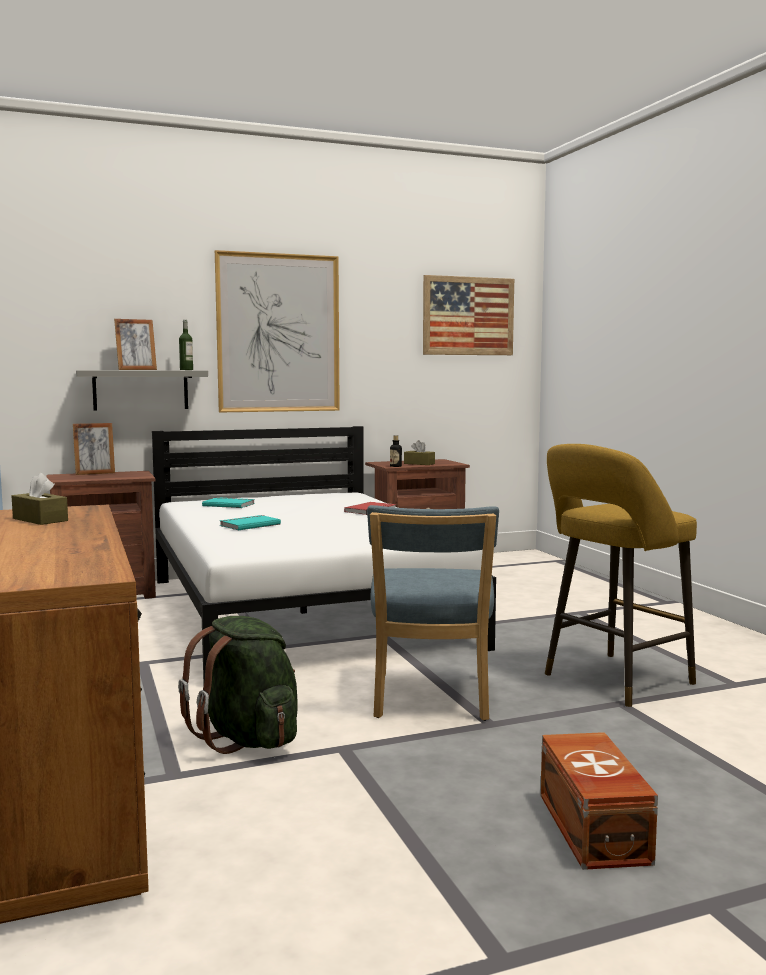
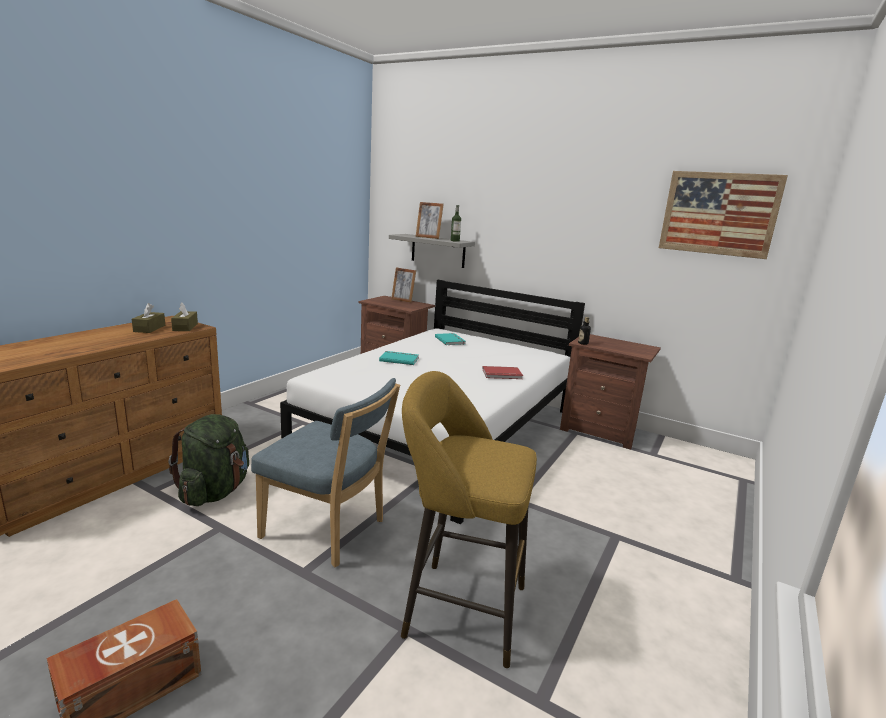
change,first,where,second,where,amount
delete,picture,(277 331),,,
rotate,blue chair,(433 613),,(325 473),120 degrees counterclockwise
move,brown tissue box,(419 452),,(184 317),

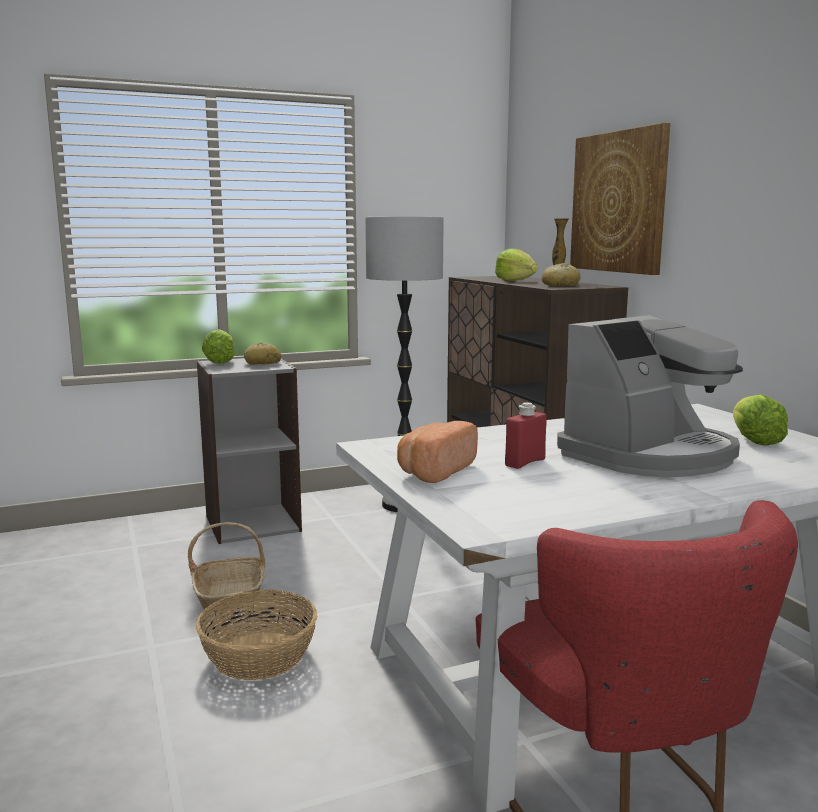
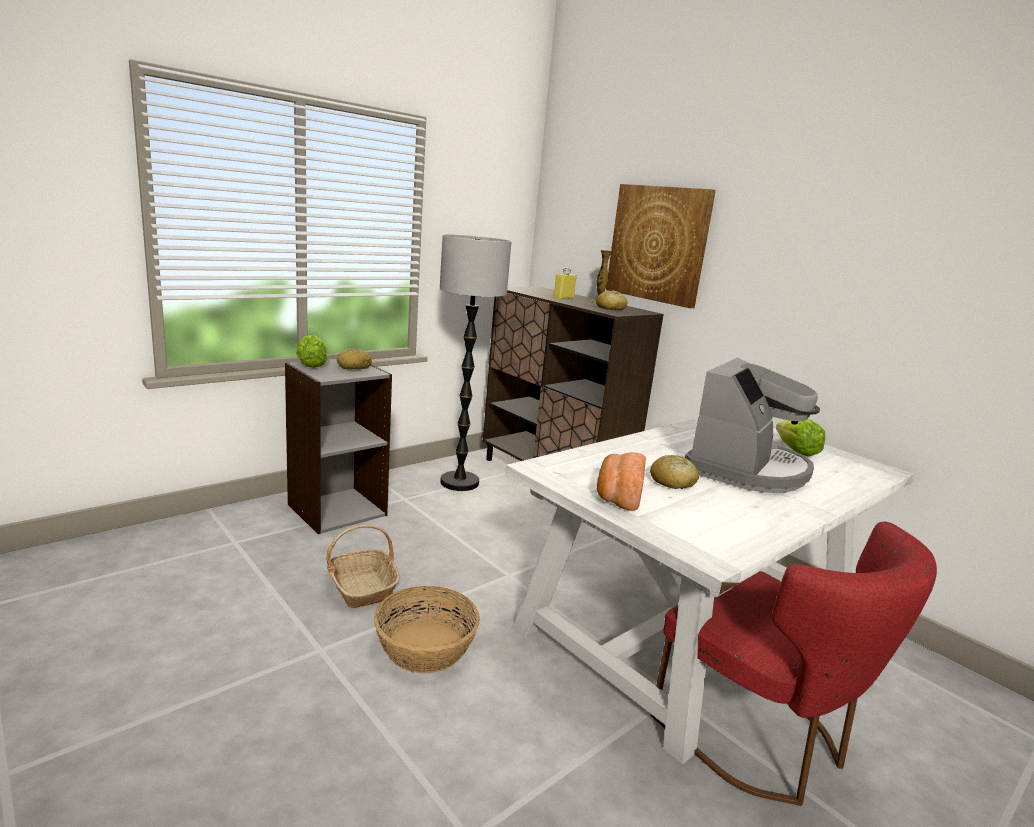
change,first,where,second,where,amount
replace,lettuce,(516 265),yellow bottle,(565 284),
replace,red bottle,(526 435),bread,(674 472),

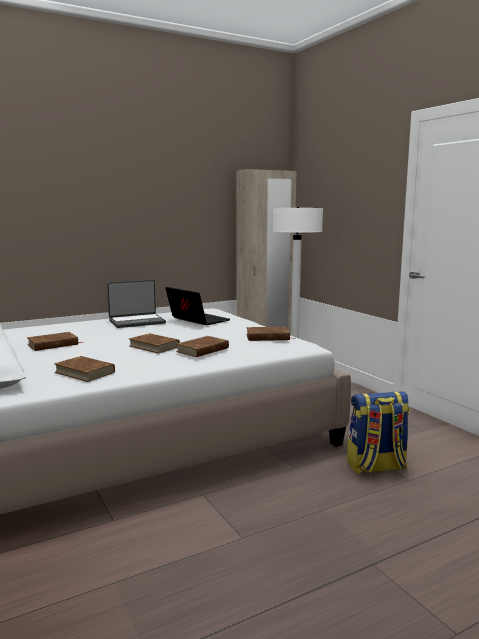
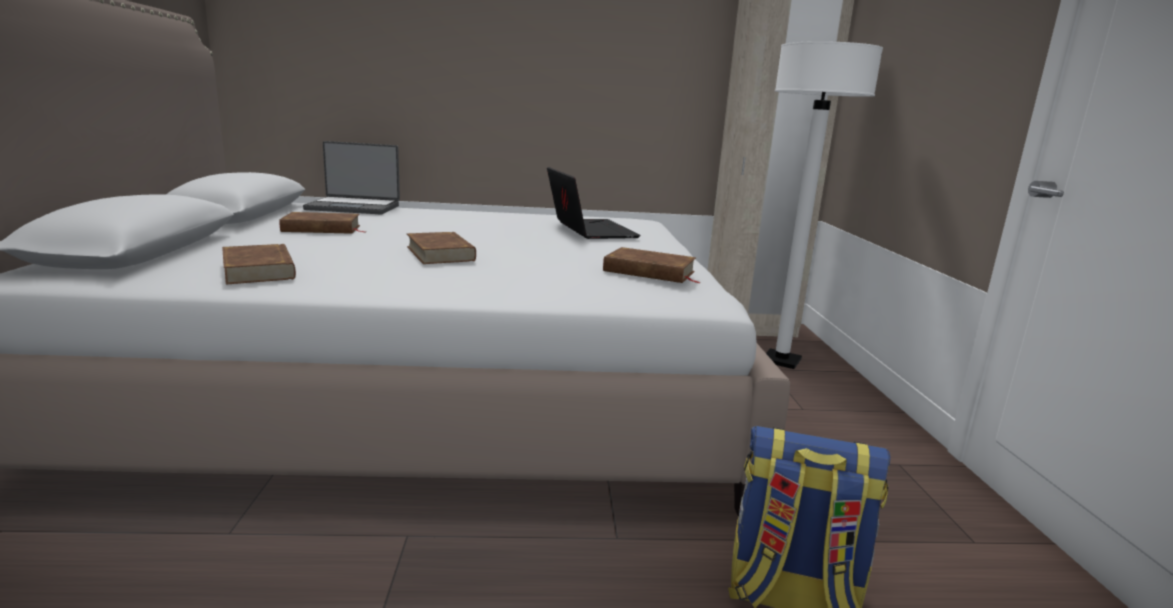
change,first,where,second,where,amount
move,laptop,(136 304),,(351 177),
delete,brown book,(202 346),,,

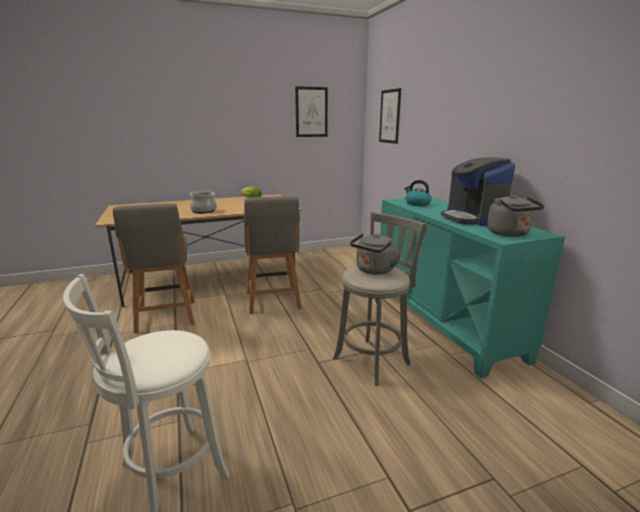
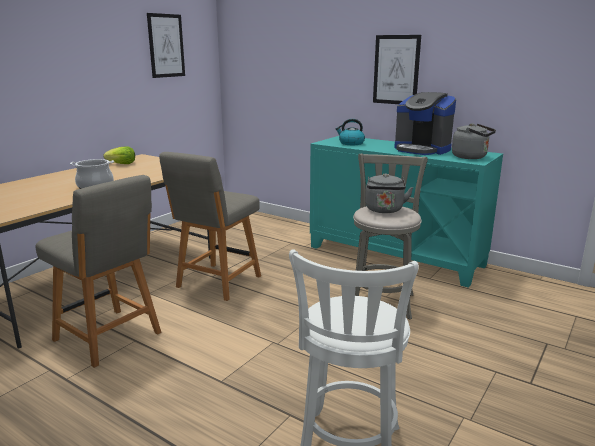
change,first,where,second,where,amount
rotate,grey chair,(273 255),,(210 226),75 degrees clockwise
move,picture,(390 116),,(397 69),

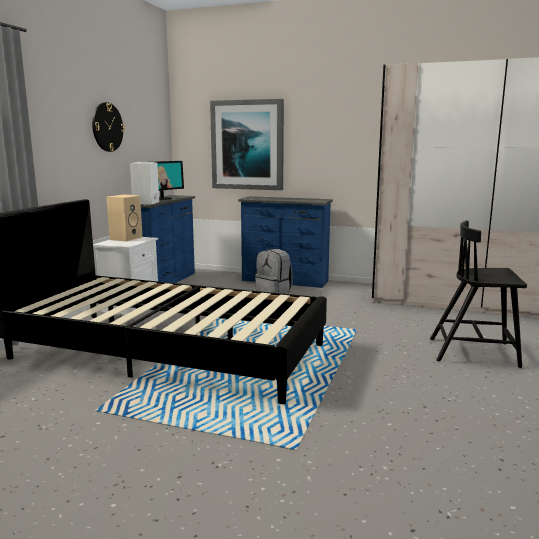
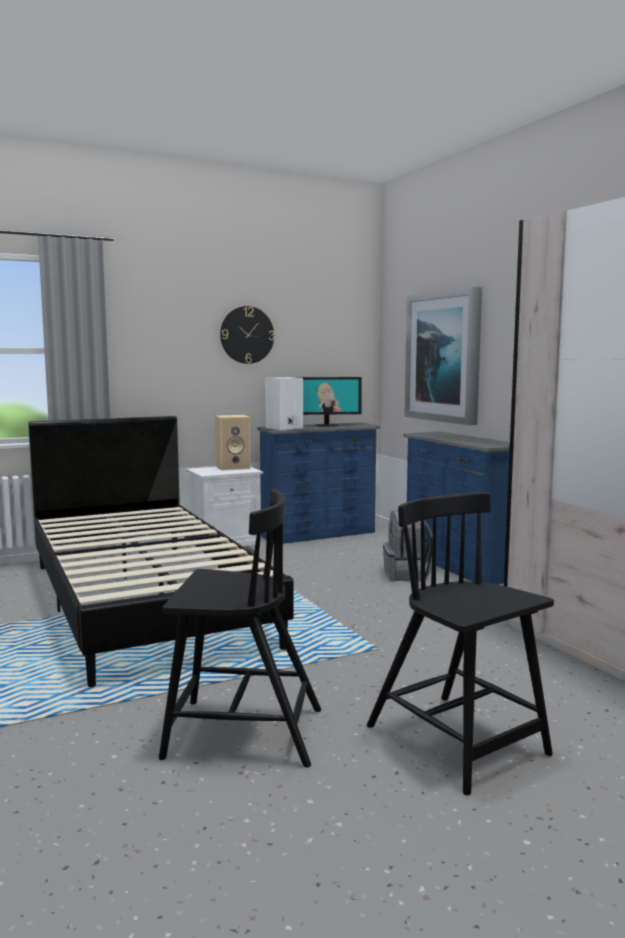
change,first,where,second,where,amount
insert,,,black chair,(240 628),

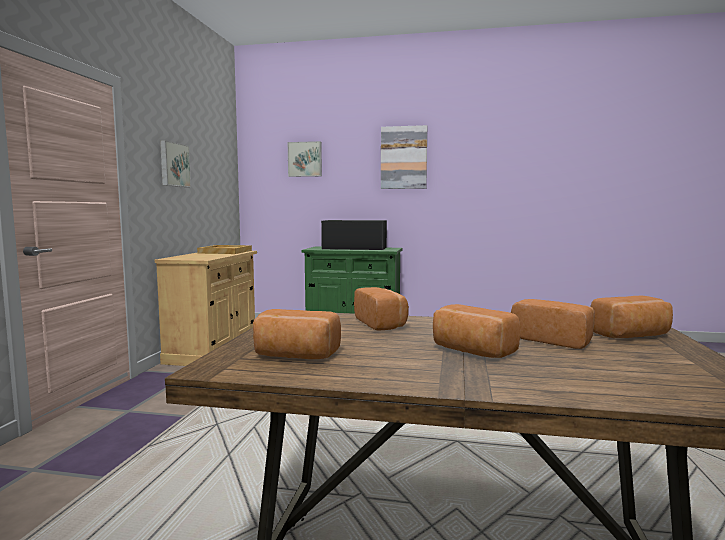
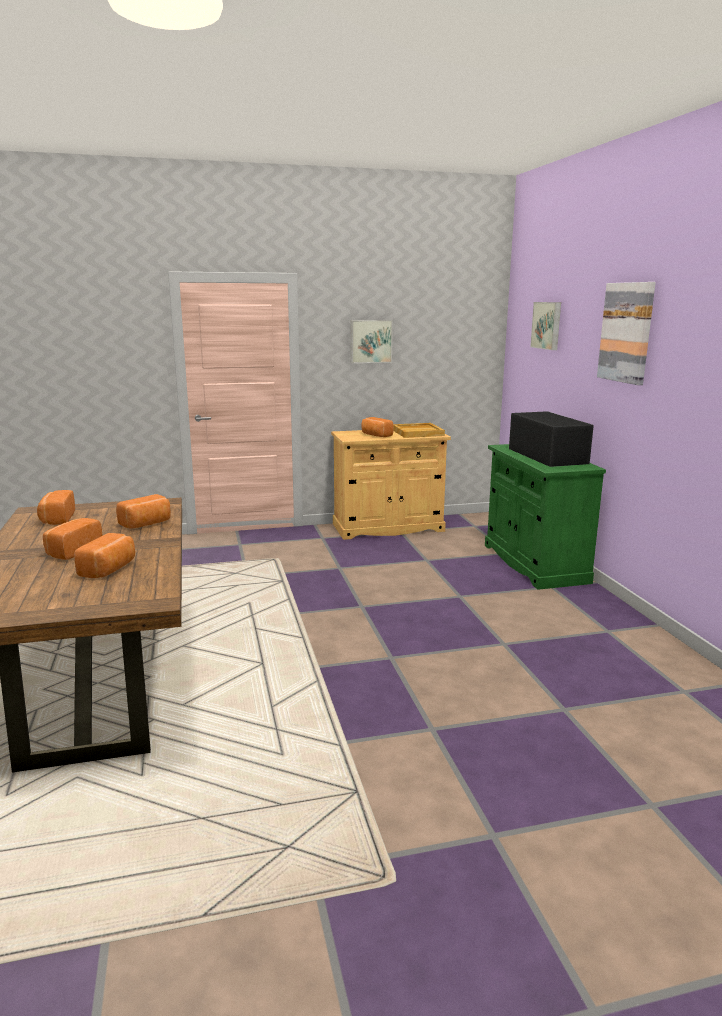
change,first,where,second,where,amount
move,bread,(632 316),,(378 427),

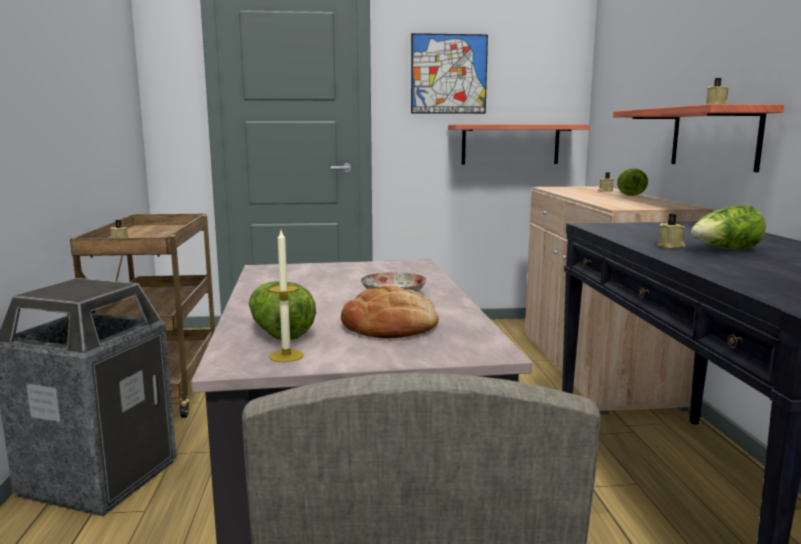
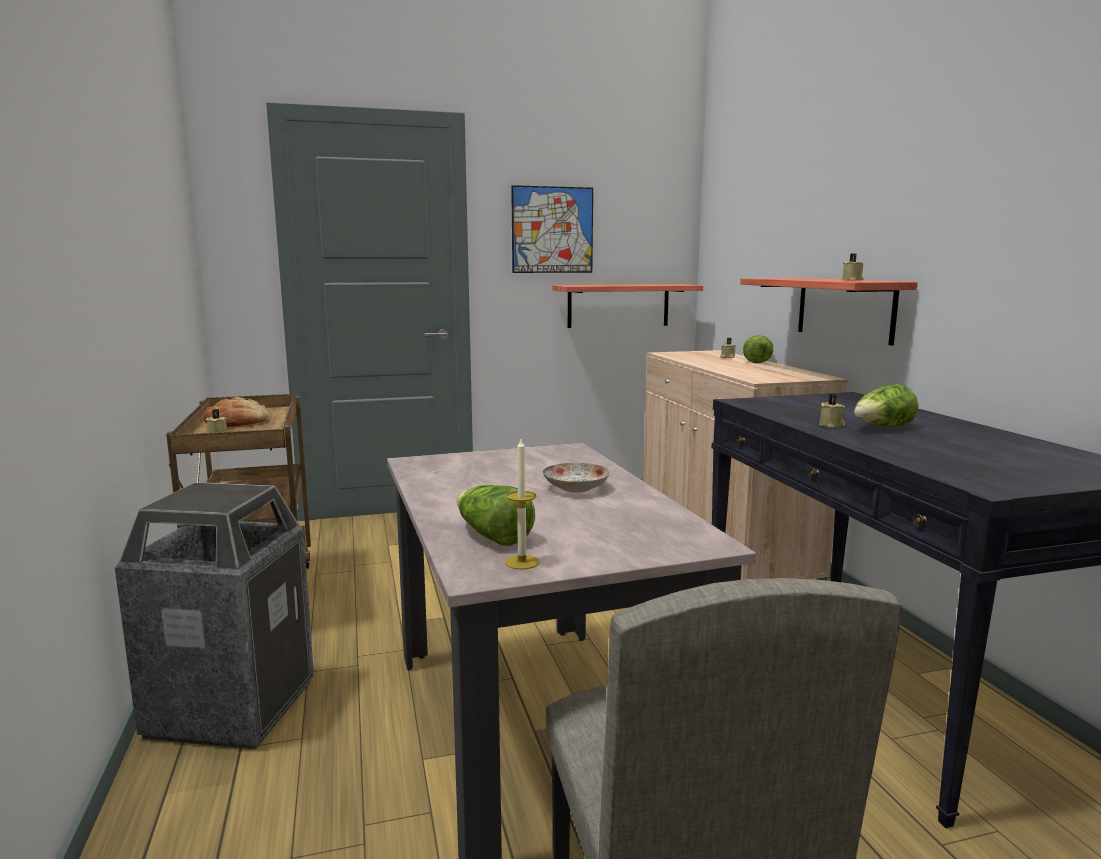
change,first,where,second,where,amount
move,bread,(390 312),,(236 412),

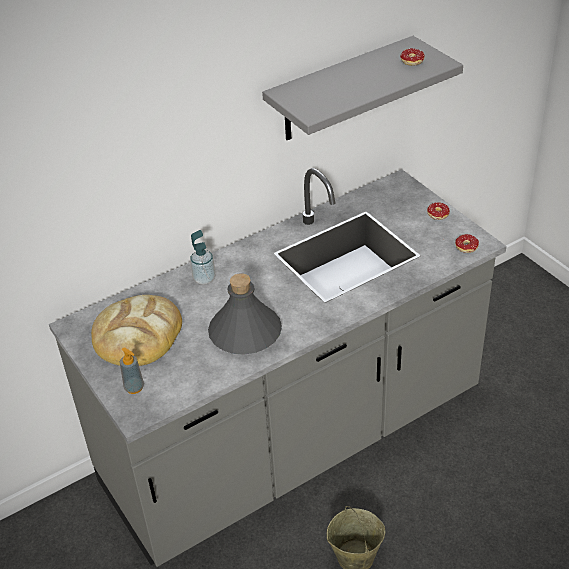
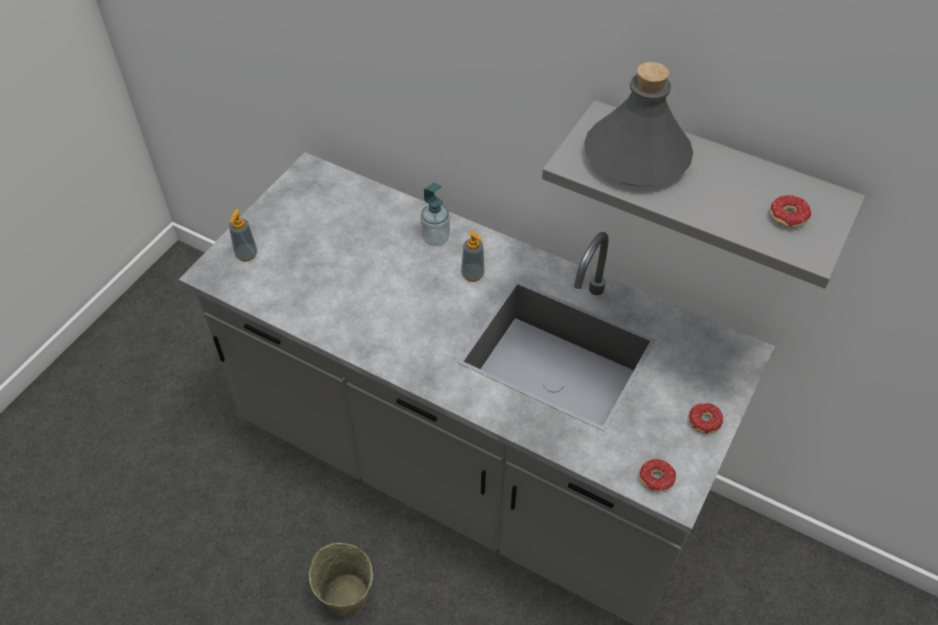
change,first,where,second,where,amount
delete,bread,(136 330),,,
move,grey bottle,(245 314),,(638 124),
insert,,,soap dispenser,(473 256),

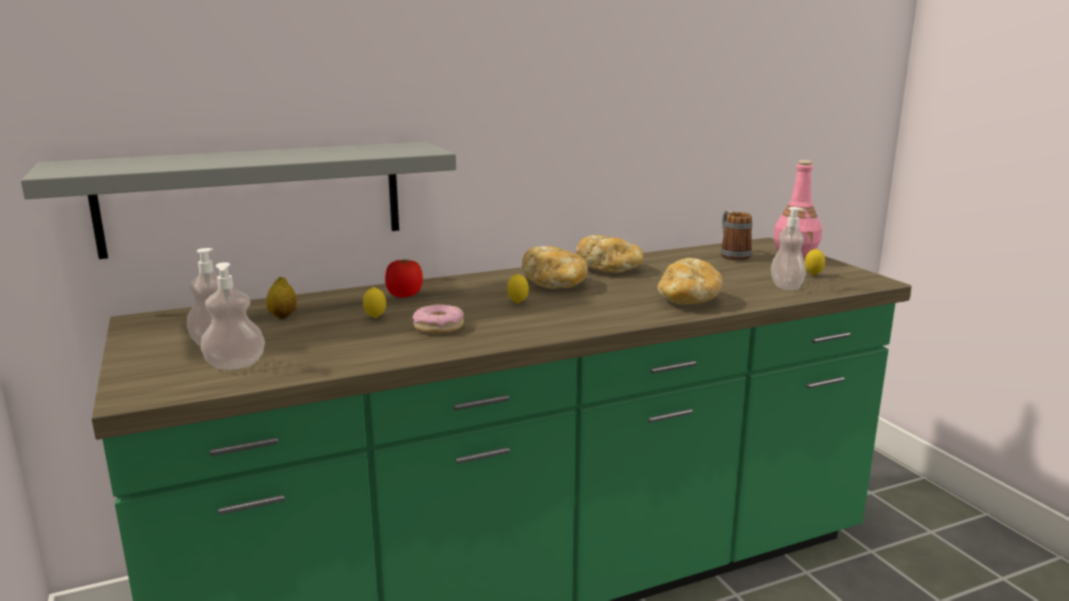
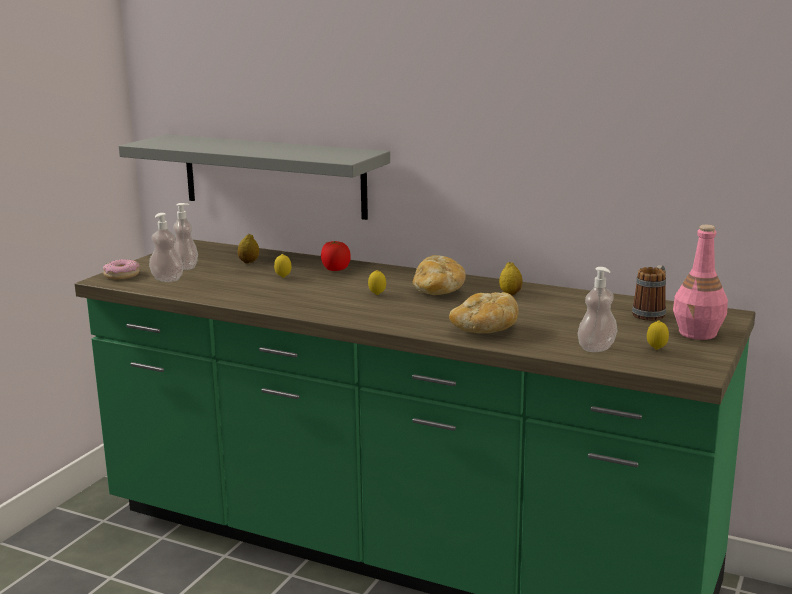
change,first,where,second,where,amount
move,donut,(438 319),,(121 269),
replace,bread,(610 254),lemon,(511 278),

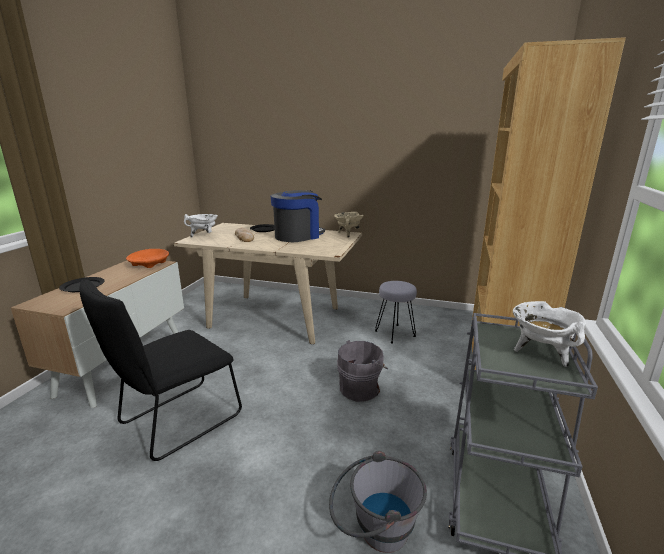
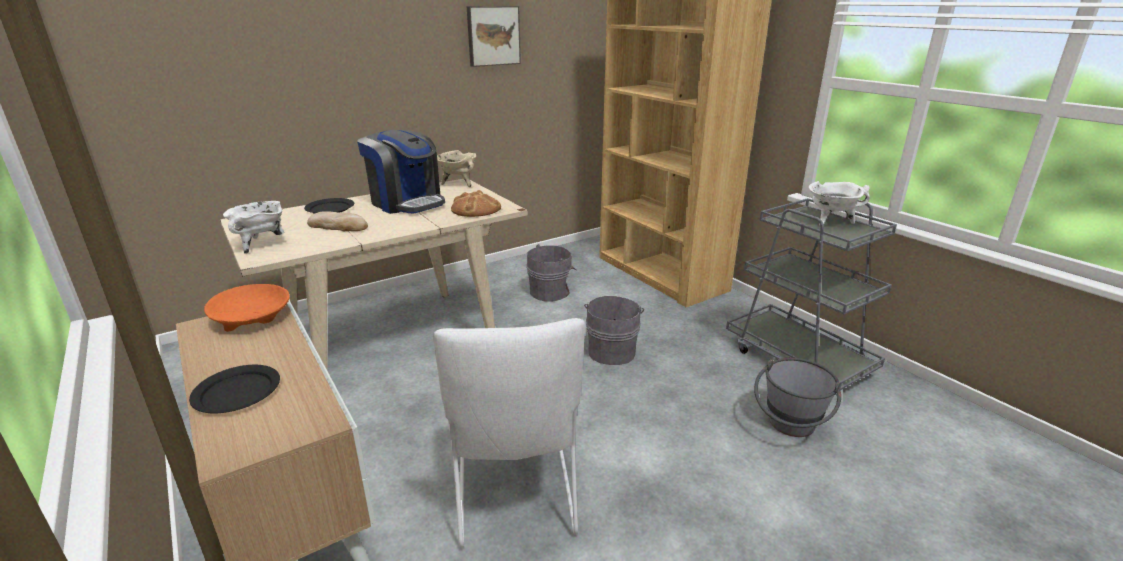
change,first,where,second,where,amount
recolor,black chair,(160 370),white chair,(509 432),
rotate,coffee machine,(297 216),,(401 172),135 degrees clockwise
replace,grey stool,(396 312),grey bucket,(551 273),
insert,,,bread,(476 203),
insert,,,picture,(494 36),

